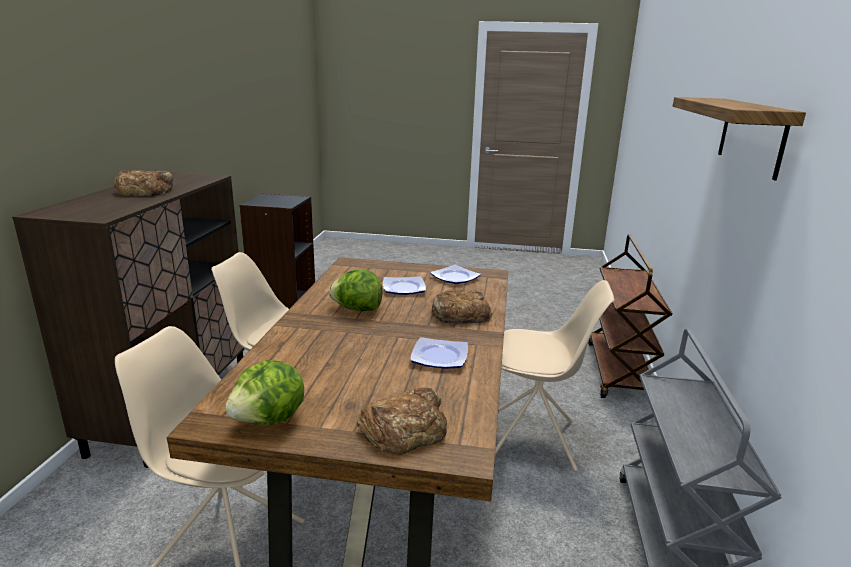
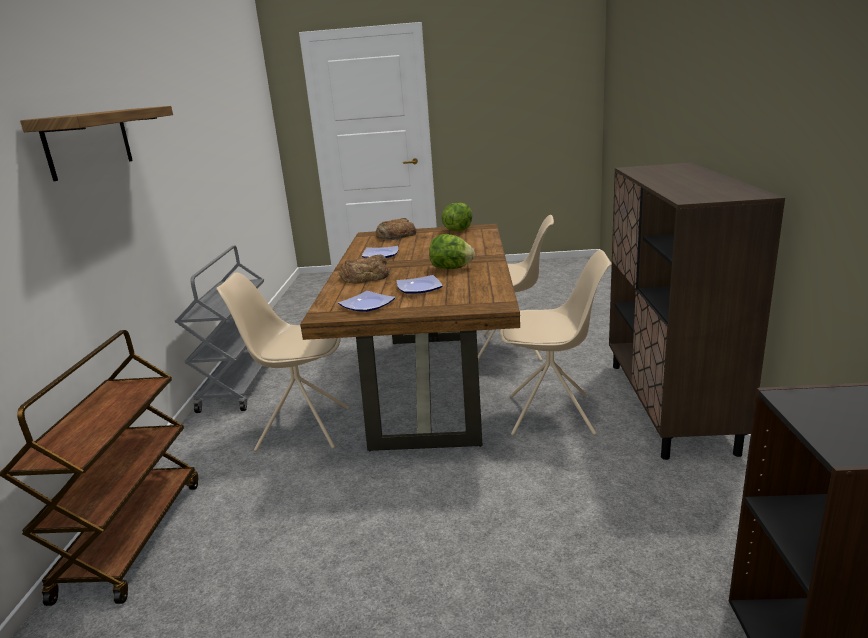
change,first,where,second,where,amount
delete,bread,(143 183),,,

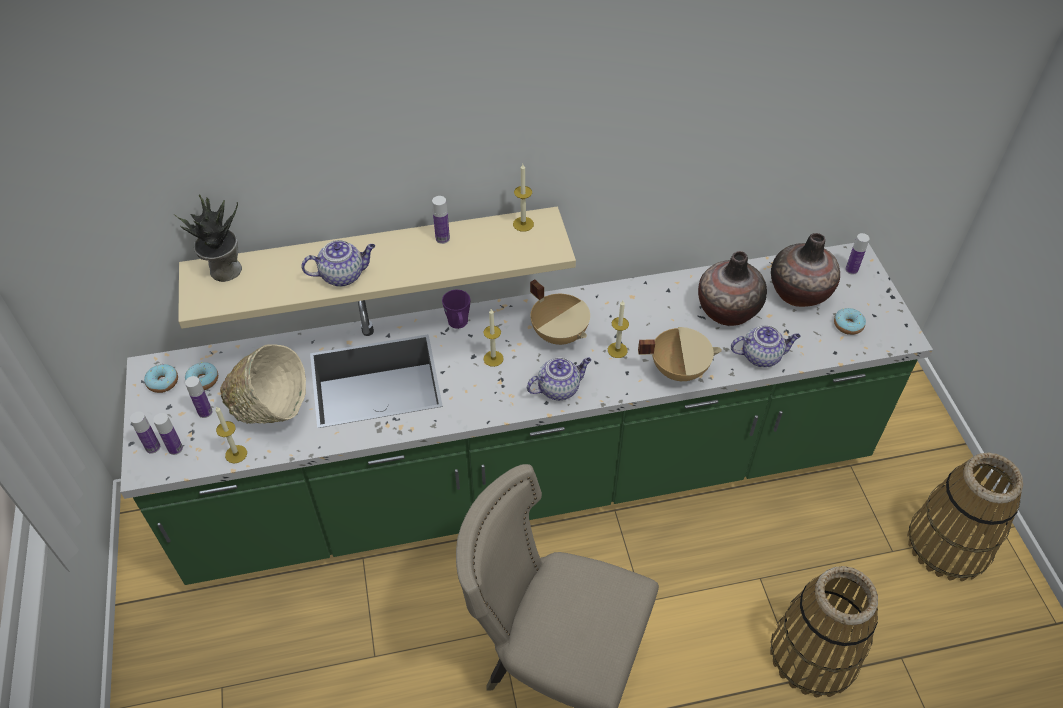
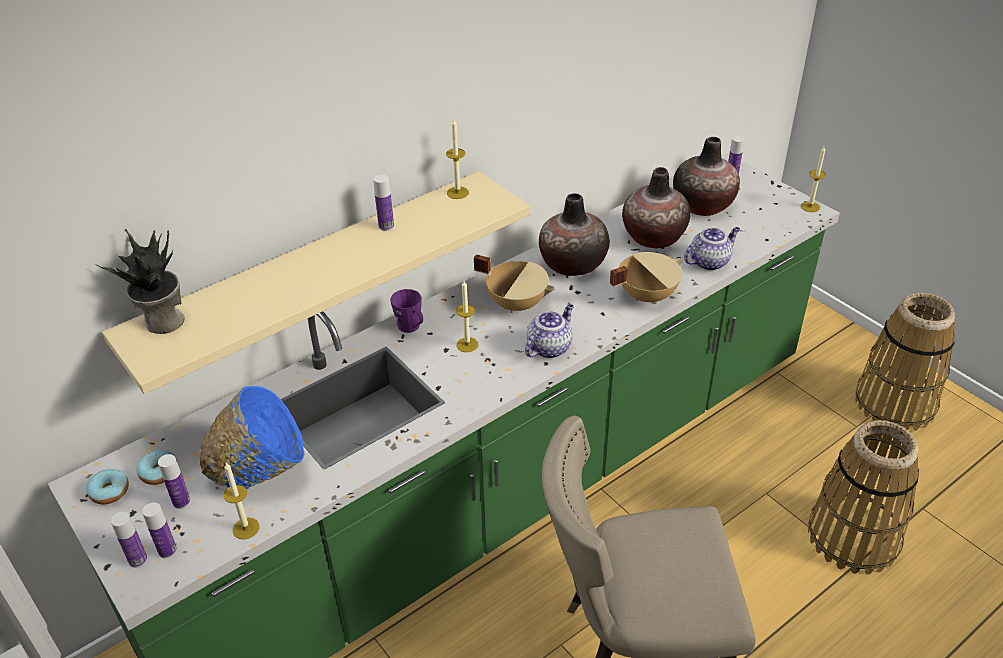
change,first,where,second,where,amount
recolor,beige bowl,(263 384),blue bowl,(252 437),
delete,teapot,(338 263),,,
move,candle,(618 329),,(813 179),
delete,donut,(850 321),,,
insert,,,vase,(574 234),

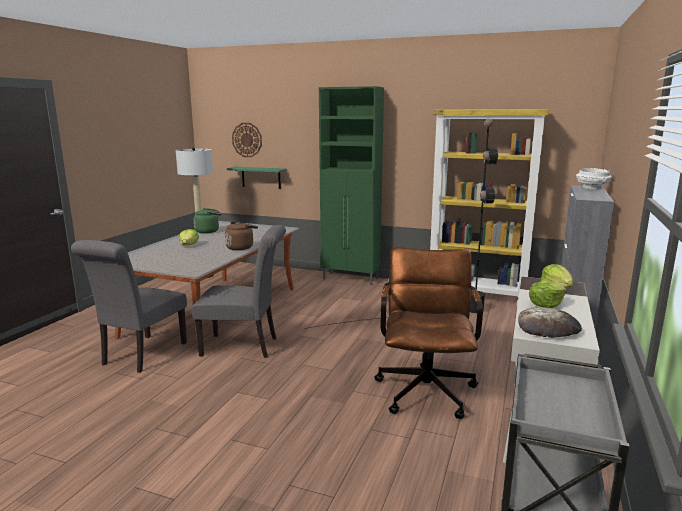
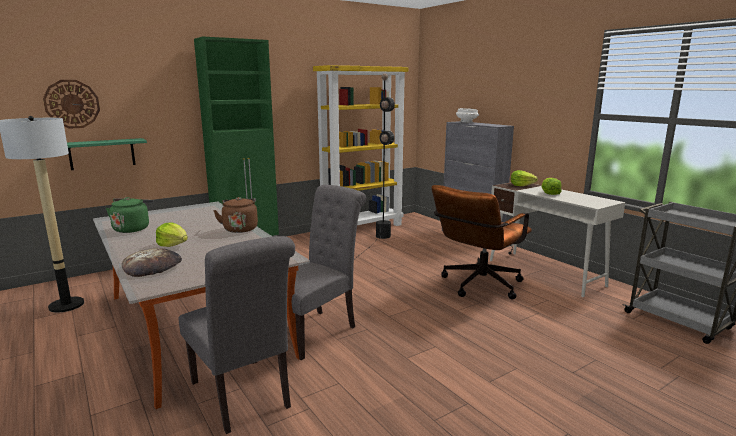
change,first,where,second,where,amount
rotate,brown office chair,(428 333),,(482 242),90 degrees counterclockwise
move,bread,(550 322),,(152 262),

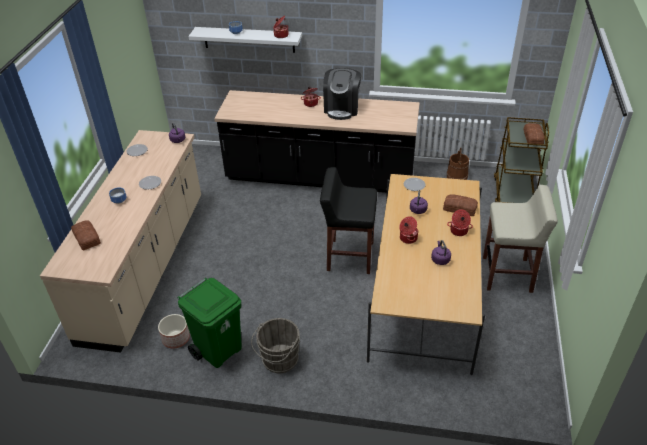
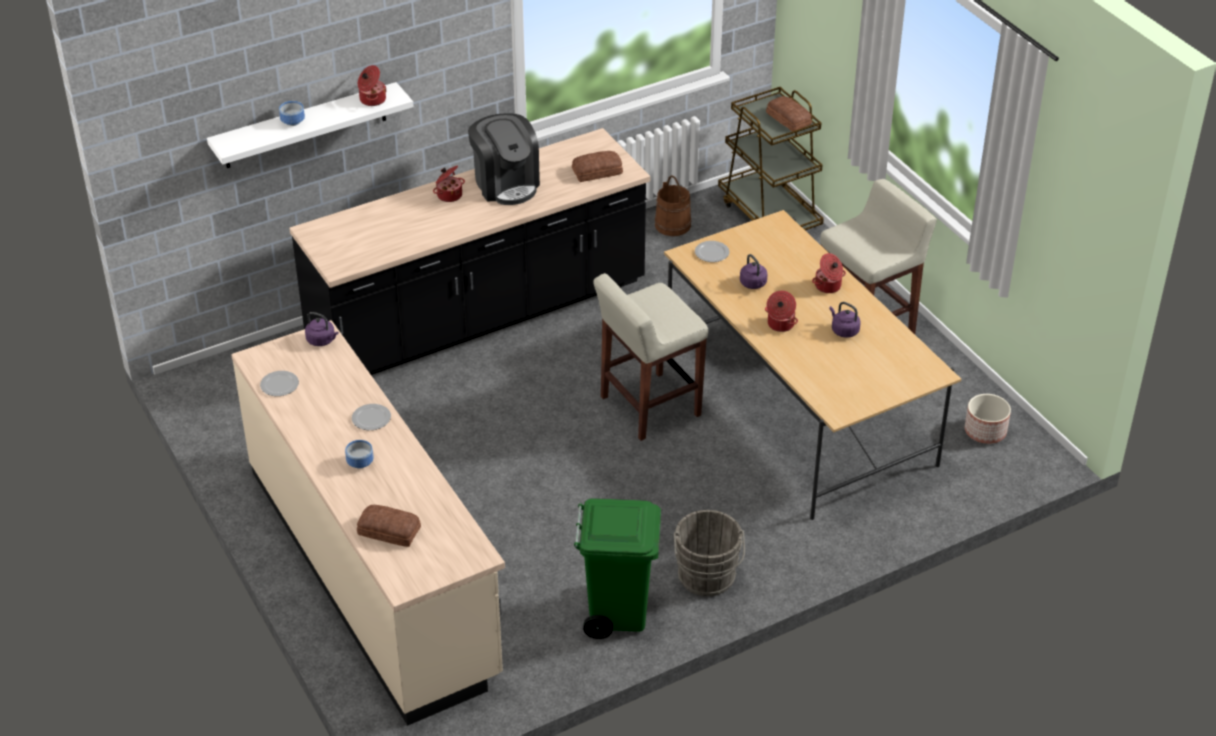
change,first,where,second,where,amount
move,planter,(174 331),,(988 419),
recolor,black stool,(348 220),beige stool,(650 357),
move,bread,(460 205),,(597 166),

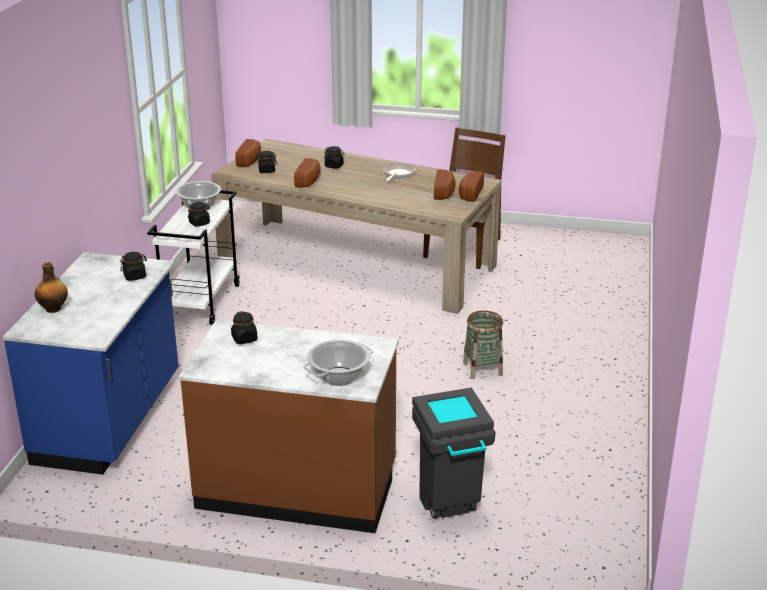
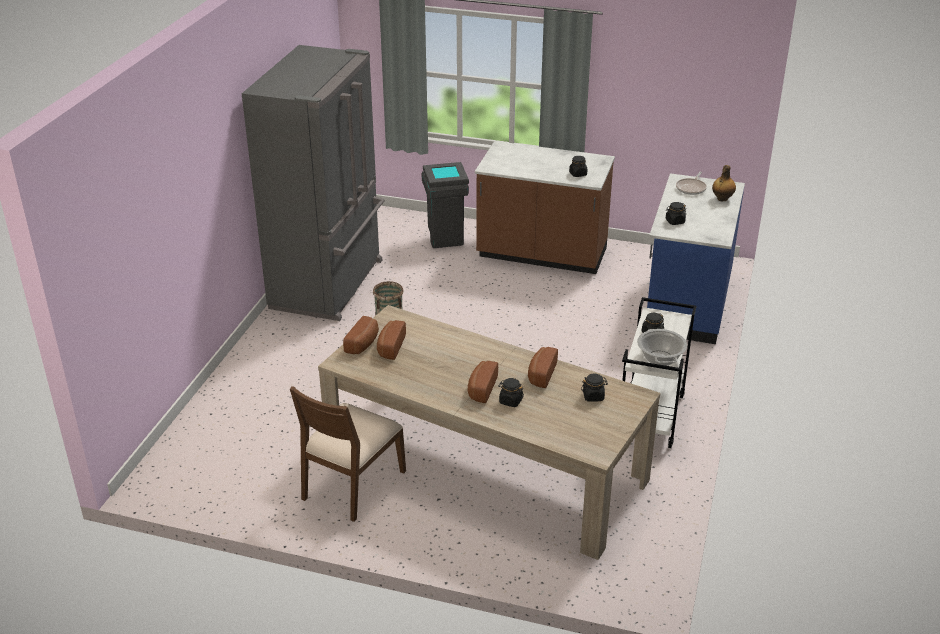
change,first,where,second,where,amount
move,bread,(248 153),,(483 382),
delete,cooking pot,(338 362),,,
move,frying pan,(399 172),,(691 183),
insert,,,grey fridge,(313 183),

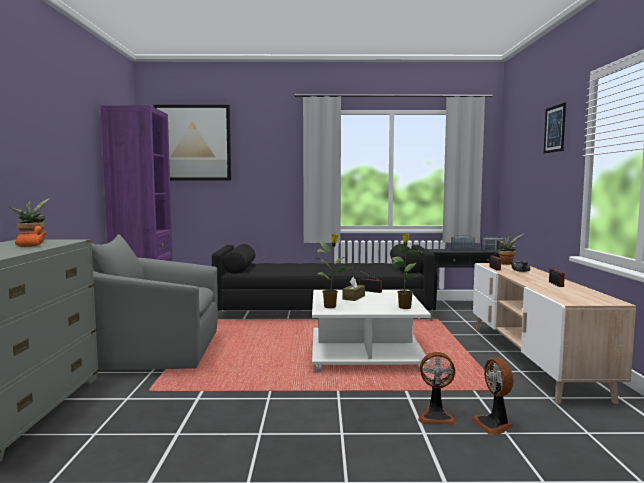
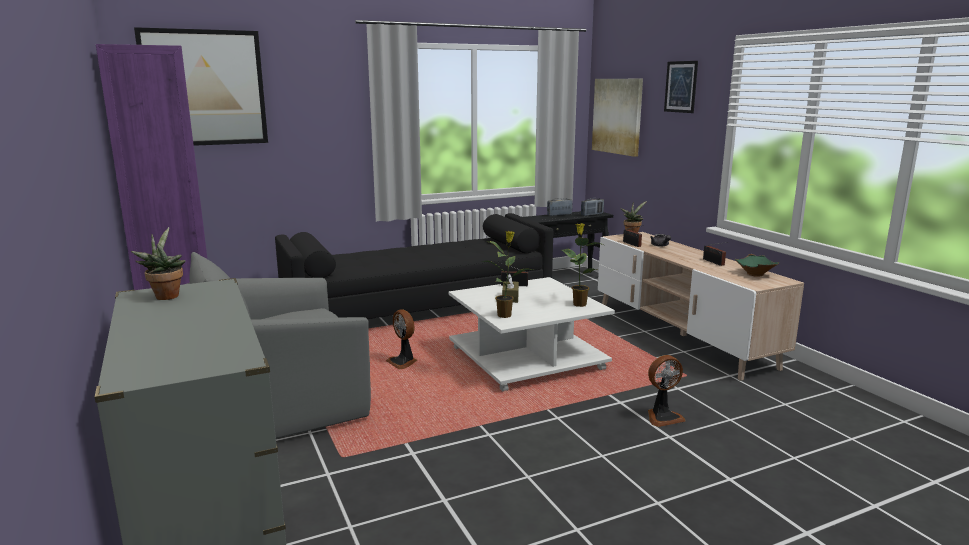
change,first,where,second,where,amount
delete,orange teapot,(31 236),,,
move,fan,(492 396),,(401 339),
insert,,,picture,(617 118),
insert,,,green bowl,(757 265),

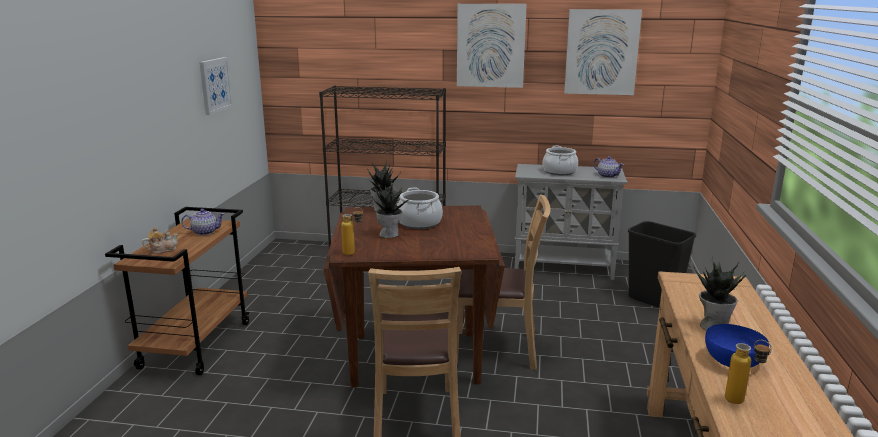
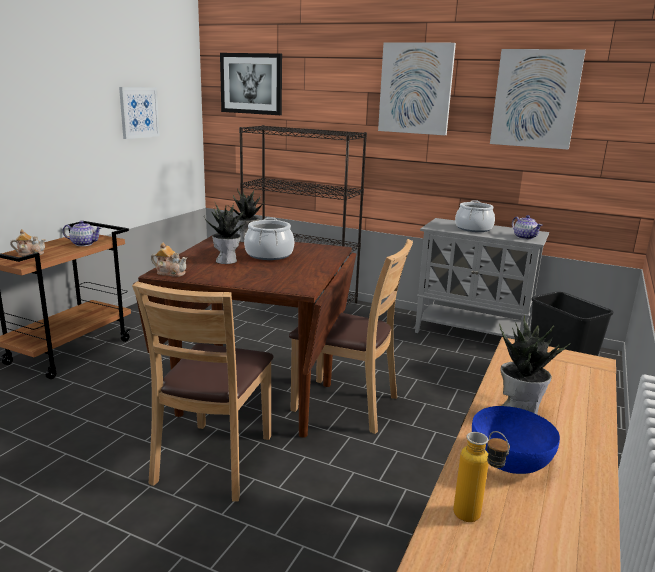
change,first,where,second,where,amount
replace,bottle,(352 231),teapot,(169 260),
insert,,,picture,(251 84),

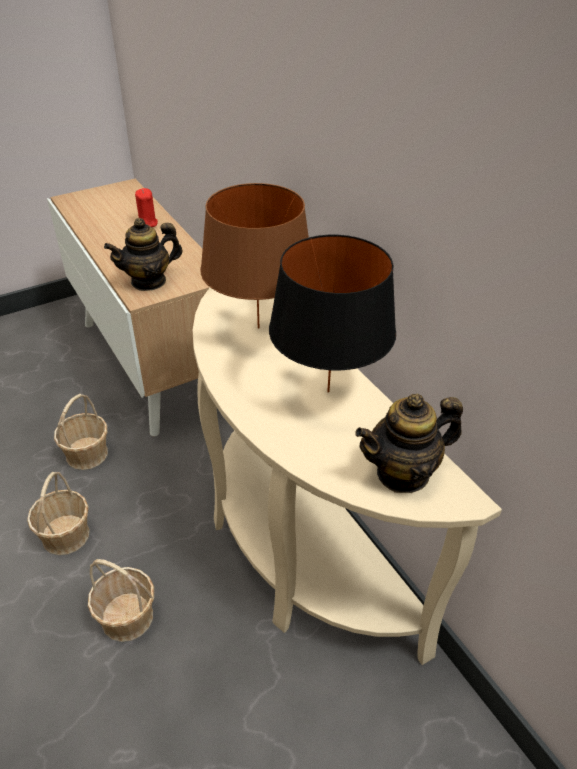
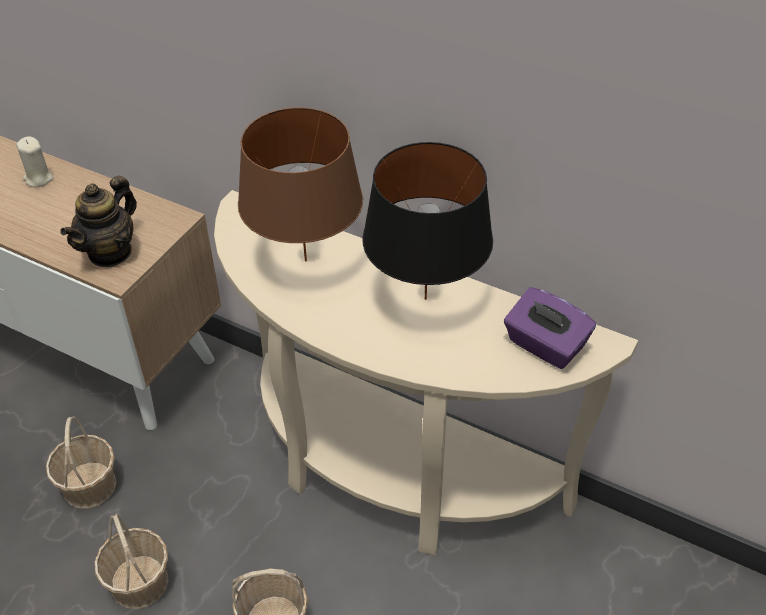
change,first,where,second,where,amount
recolor,red candle,(146 207),beige candle,(34 161),
replace,teapot,(409 443),purple tissue box,(550 328),

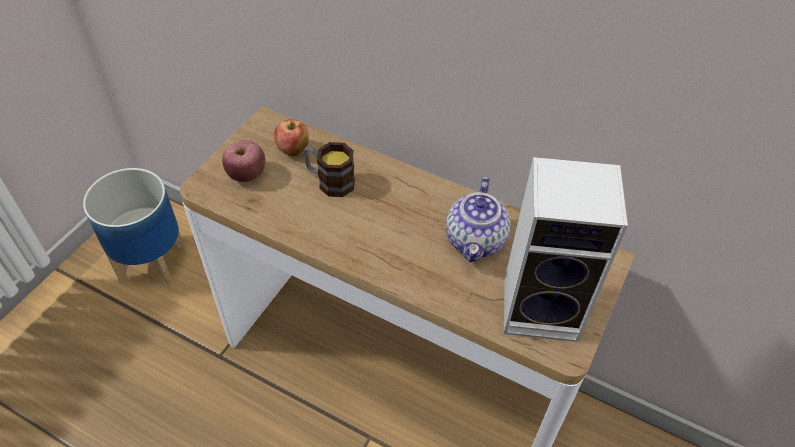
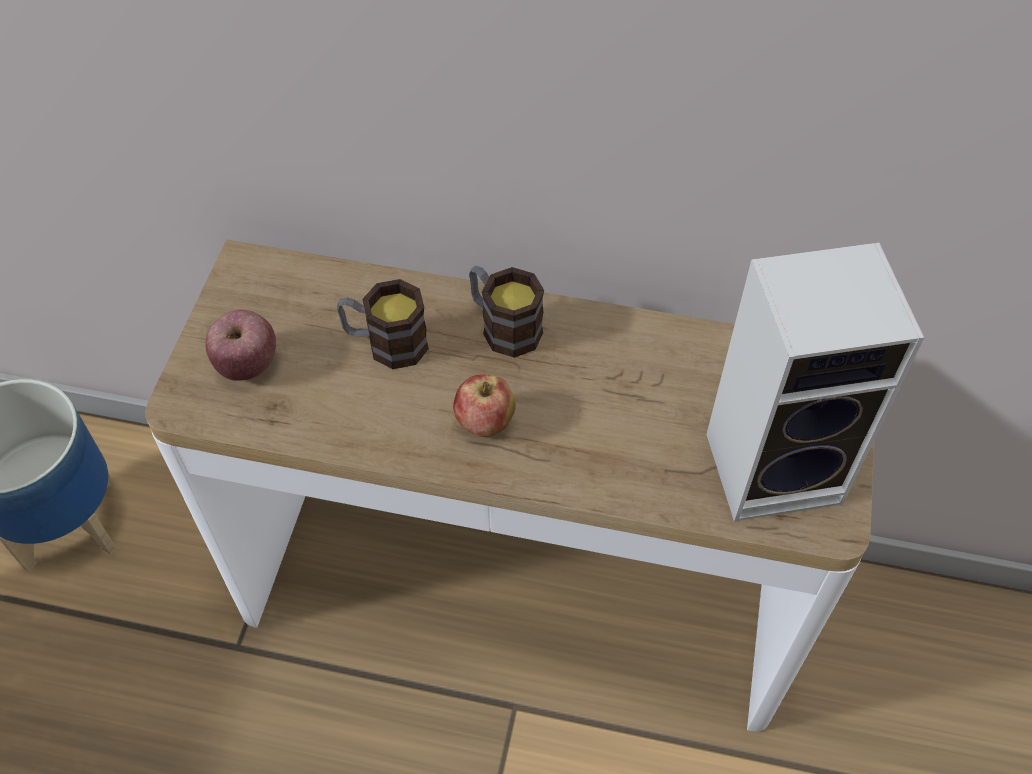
change,first,where,second,where,amount
move,apple,(291 137),,(484 405),
delete,teapot,(478 219),,,
insert,,,mug,(506 312),

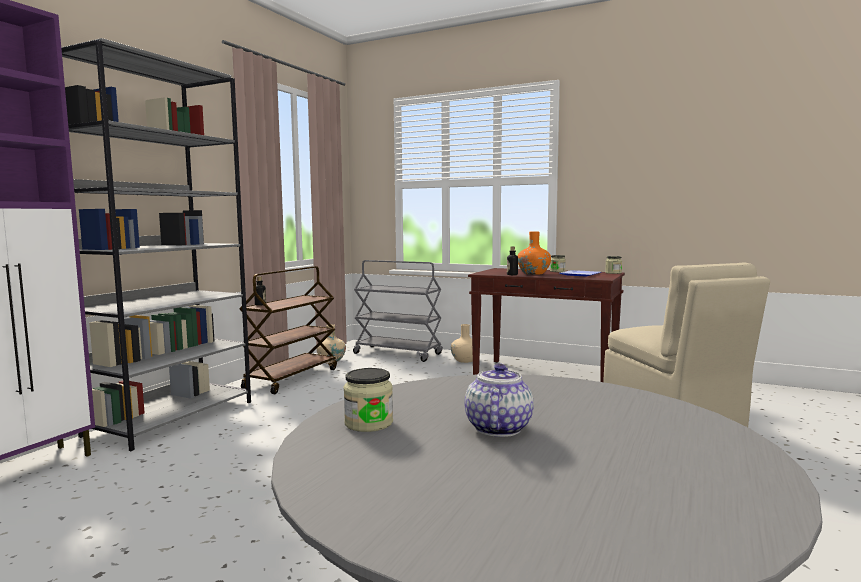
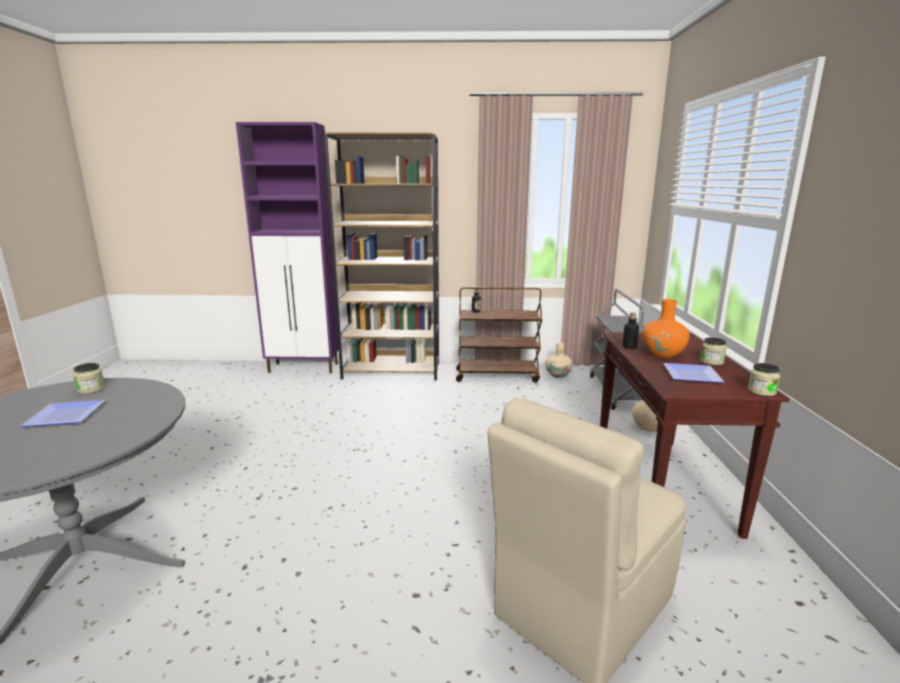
change,first,where,second,where,amount
recolor,grey bookcase,(156 244),brown bookcase,(381 256),
replace,teapot,(499 400),plate,(62 413),

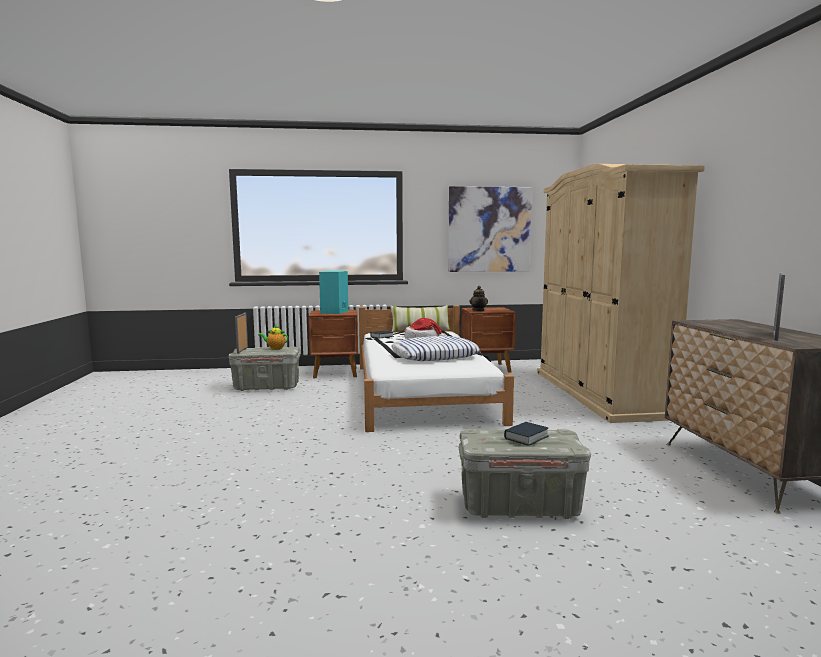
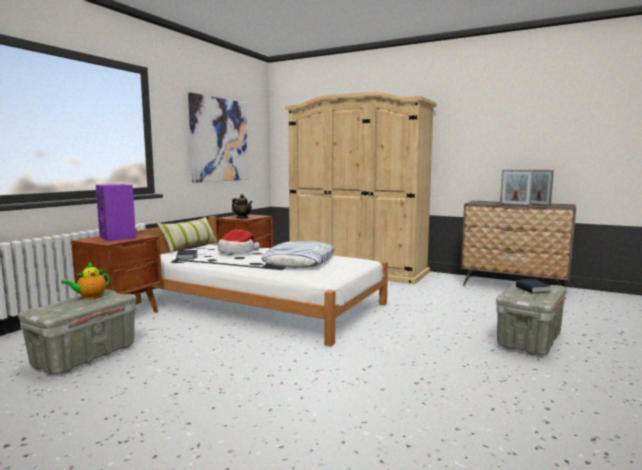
change,first,where,second,where,amount
move,picture frame,(241 333),,(517 188),
recolor,turquoise speaker,(333 292),purple speaker,(116 212),

